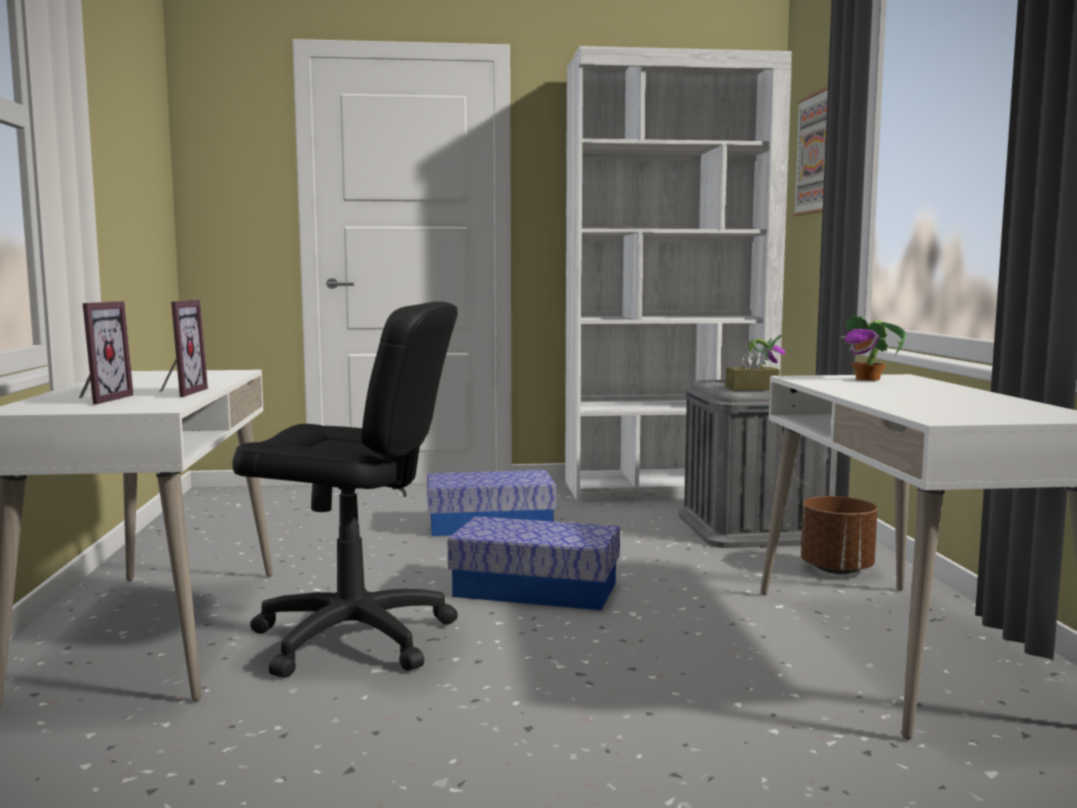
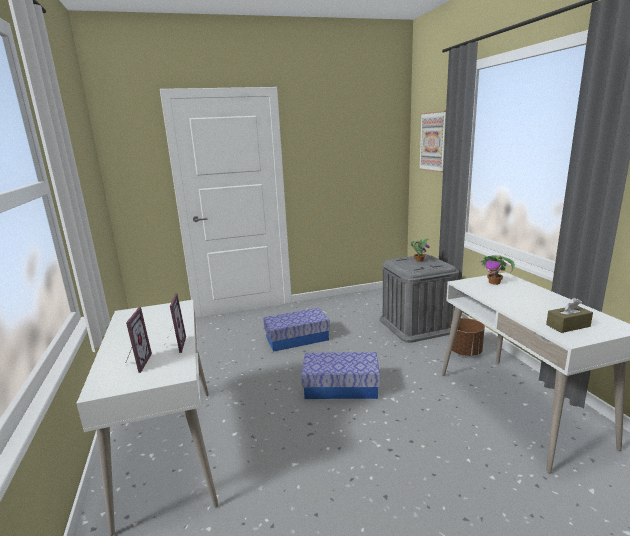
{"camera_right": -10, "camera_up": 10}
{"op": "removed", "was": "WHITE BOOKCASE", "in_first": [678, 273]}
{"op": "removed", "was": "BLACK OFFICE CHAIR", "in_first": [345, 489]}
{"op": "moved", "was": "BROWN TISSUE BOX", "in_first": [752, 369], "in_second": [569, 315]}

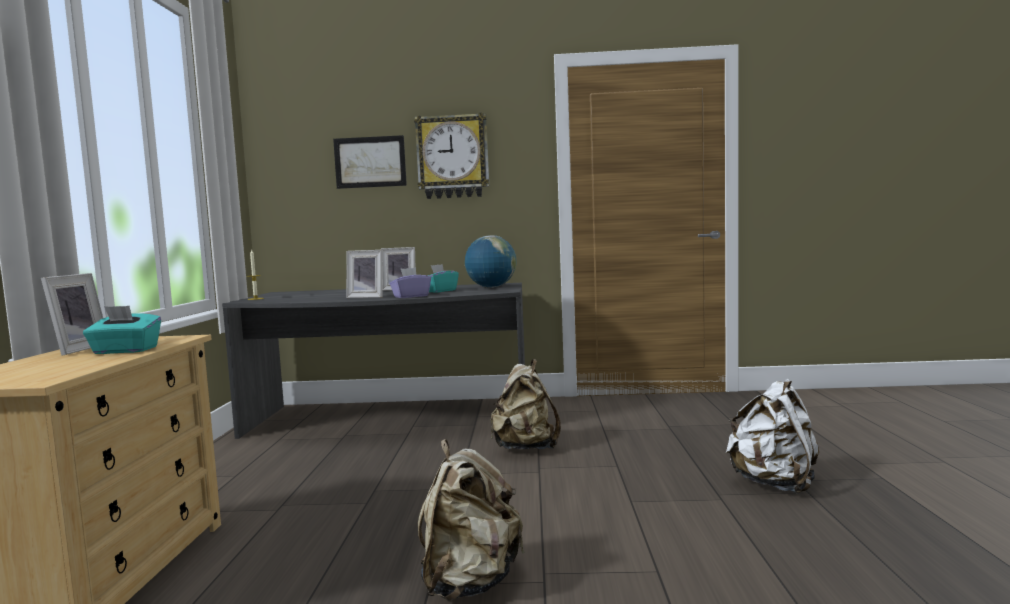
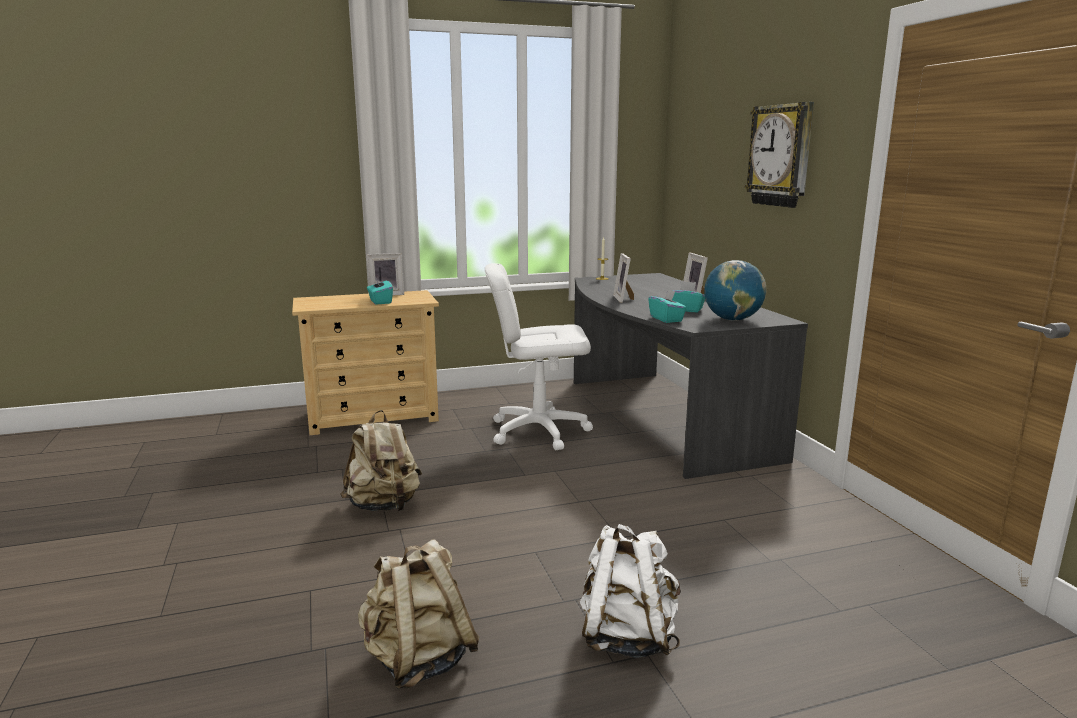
{"camera_right": 70, "camera_up": 10}
{"op": "removed", "was": "PICTURE", "in_first": [370, 162]}
{"op": "removed", "was": "PURPLE TISSUE BOX", "in_first": [410, 282]}
{"op": "moved", "was": "BEIGE BACKPACK", "in_first": [526, 404], "in_second": [418, 614]}
{"op": "added", "now": "WHITE OFFICE CHAIR", "in_second": [539, 356]}
{"op": "added", "now": "TURQUOISE TISSUE BOX", "in_second": [667, 306]}

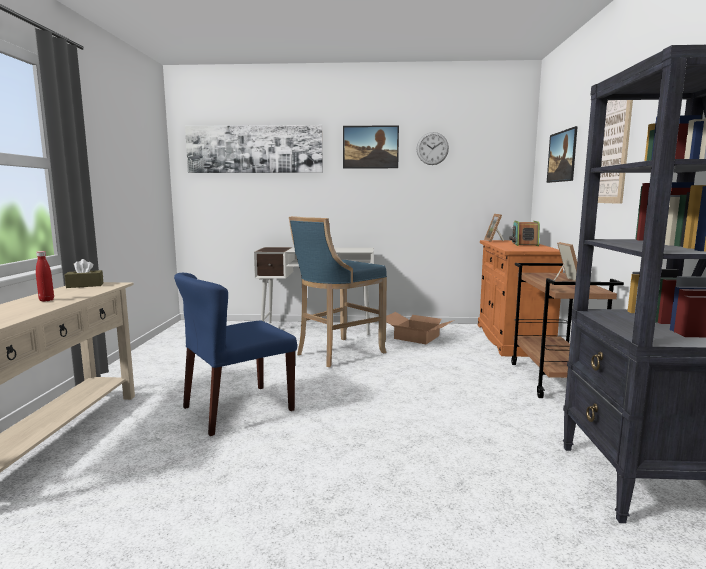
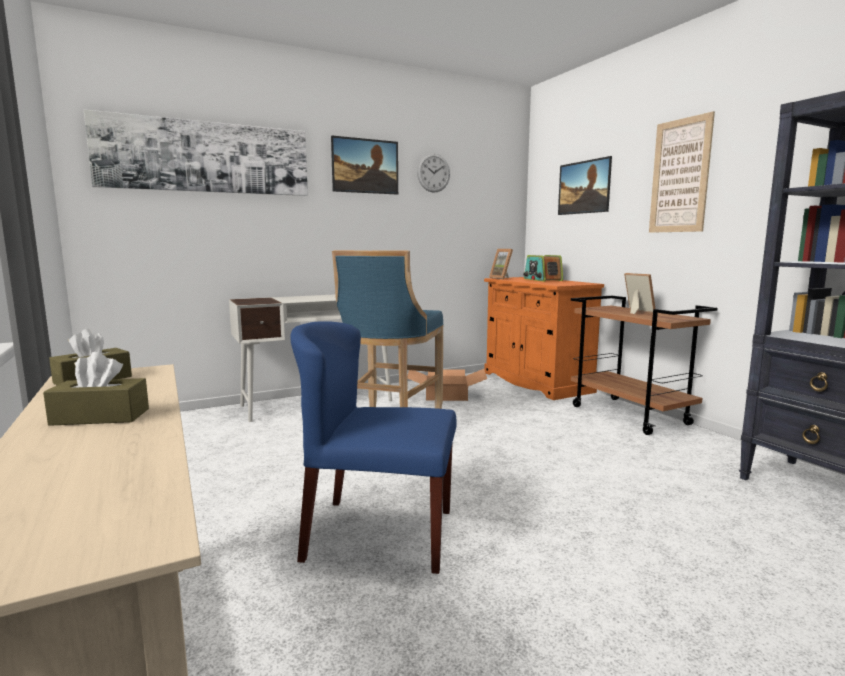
{"camera_right": -30, "camera_up": 0}
{"op": "replaced", "was": "RED BOTTLE", "now": "BROWN TISSUE BOX", "in_first": [45, 276], "in_second": [96, 389]}
{"op": "turned", "was": "BLUE CHAIR", "in_first": [235, 354], "in_second": [373, 447], "clockwise": 75}

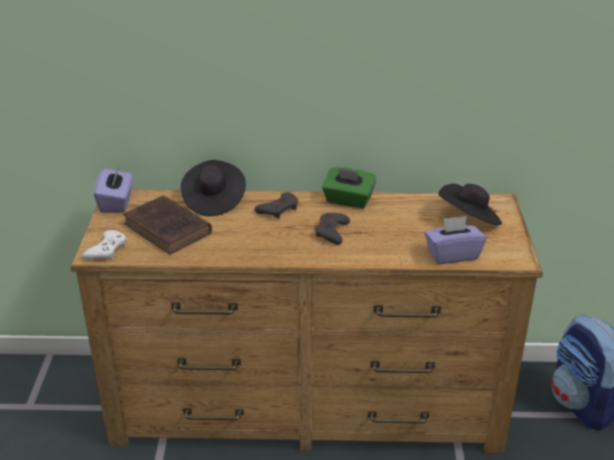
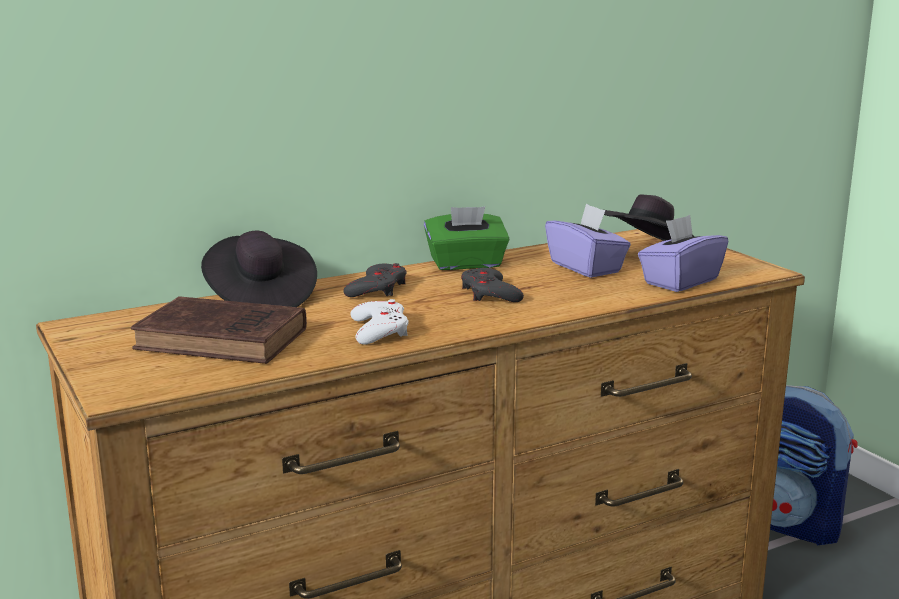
{"camera_right": -30, "camera_up": -15}
{"op": "moved", "was": "PURPLE TISSUE BOX", "in_first": [113, 189], "in_second": [588, 240]}
{"op": "moved", "was": "WHITE GAME CONTROLLER", "in_first": [104, 245], "in_second": [379, 321]}

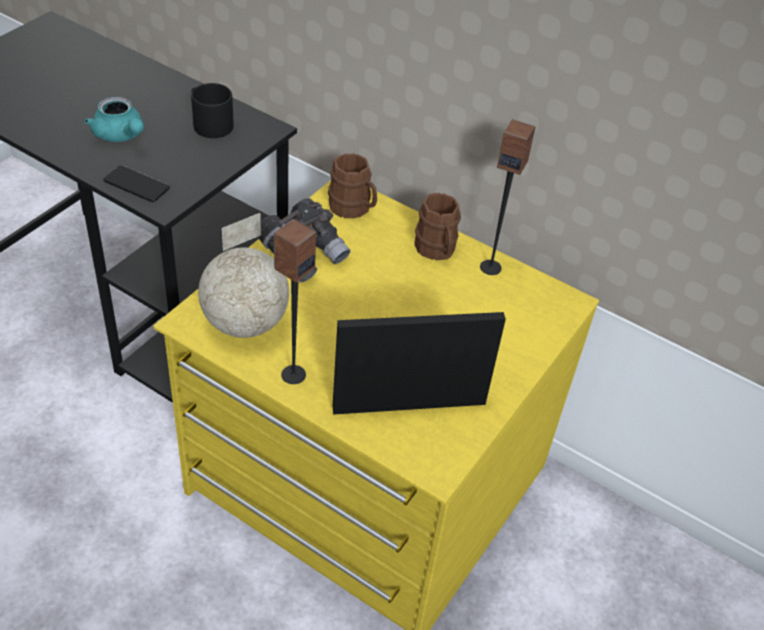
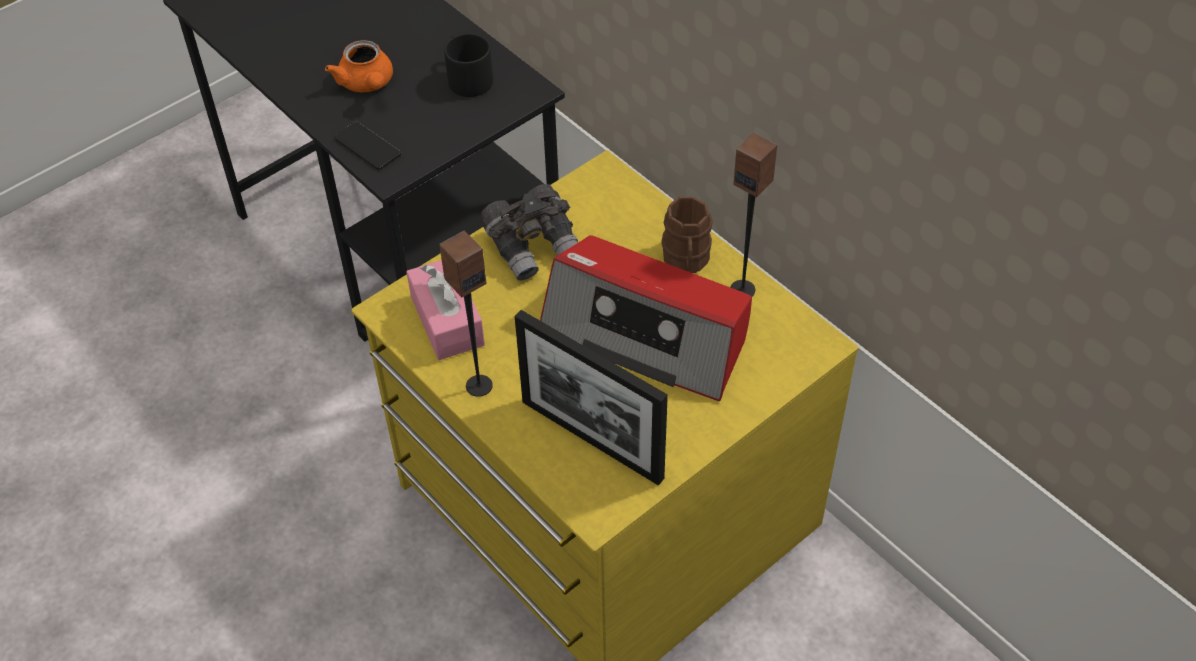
{"camera_right": 20, "camera_up": 5}
{"op": "recoloured", "was": "TURQUOISE TEAPOT", "now": "ORANGE TEAPOT", "in_first": [114, 119], "in_second": [359, 66]}
{"op": "removed", "was": "BROWN MUG", "in_first": [352, 186]}
{"op": "replaced", "was": "GLOBE", "now": "PINK TISSUE BOX", "in_first": [243, 275], "in_second": [445, 310]}
{"op": "turned", "was": "PICTURE FRAME", "in_first": [419, 363], "in_second": [591, 398], "clockwise": -150}
{"op": "added", "now": "RADIO", "in_second": [646, 318]}

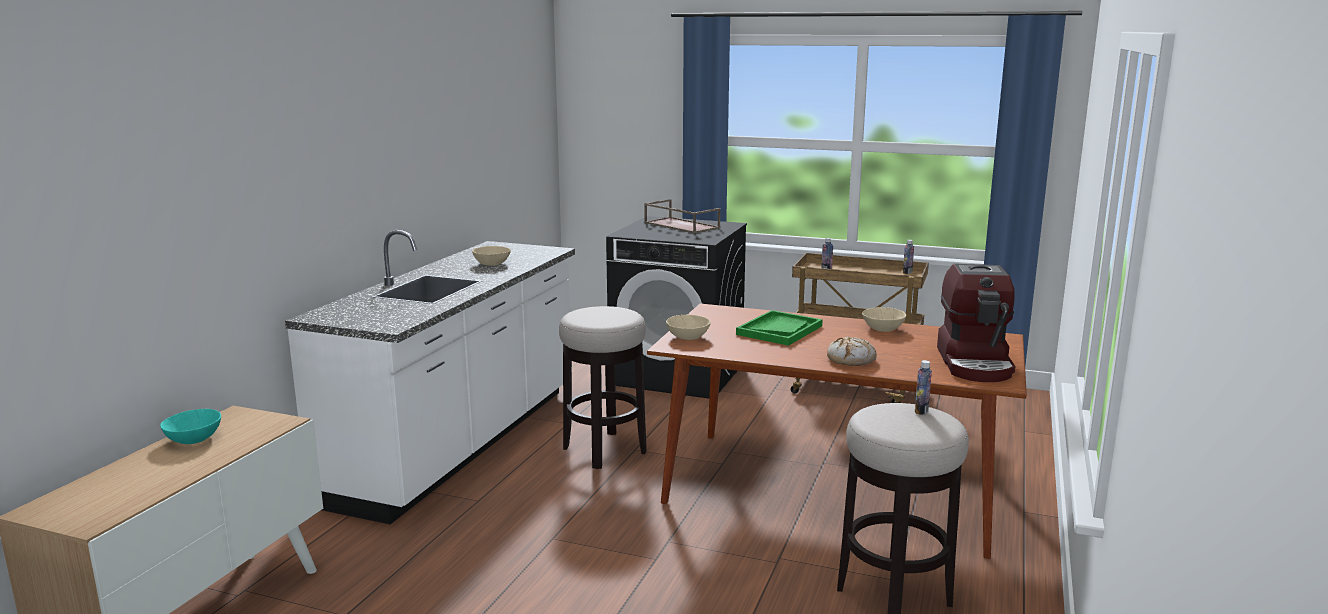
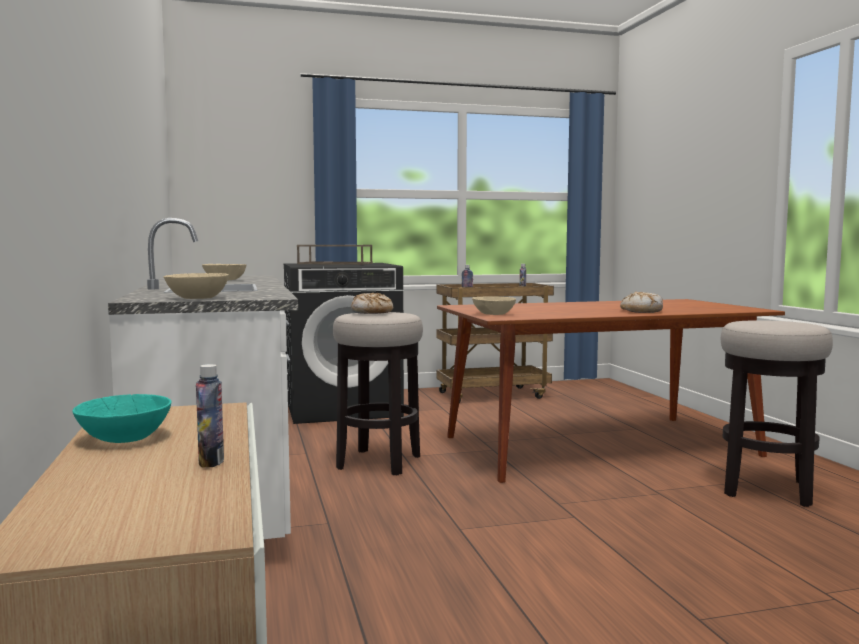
{"camera_right": -35, "camera_up": -10}
{"op": "removed", "was": "COFFEE MACHINE", "in_first": [976, 323]}
{"op": "moved", "was": "BEIGE BOWL", "in_first": [884, 319], "in_second": [196, 286]}
{"op": "removed", "was": "GREEN TRAY", "in_first": [779, 328]}
{"op": "moved", "was": "BOTTLE", "in_first": [923, 387], "in_second": [210, 416]}
{"op": "added", "now": "BREAD", "in_second": [372, 303]}

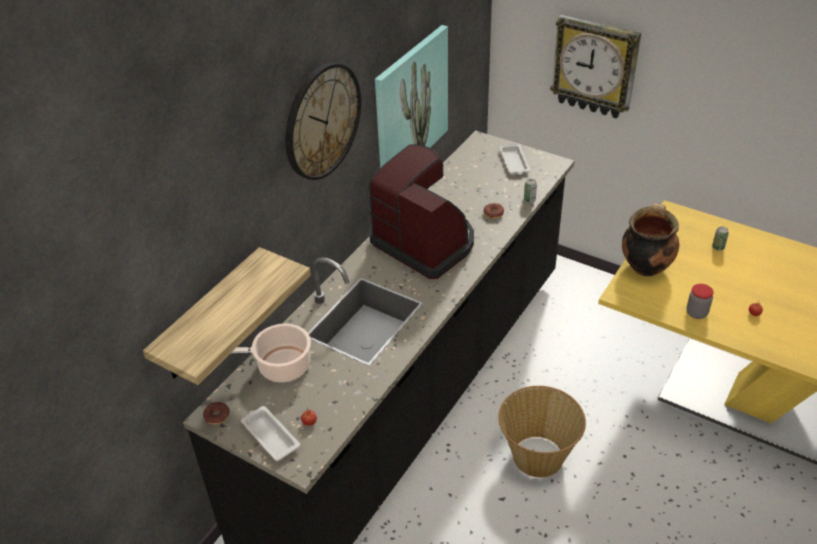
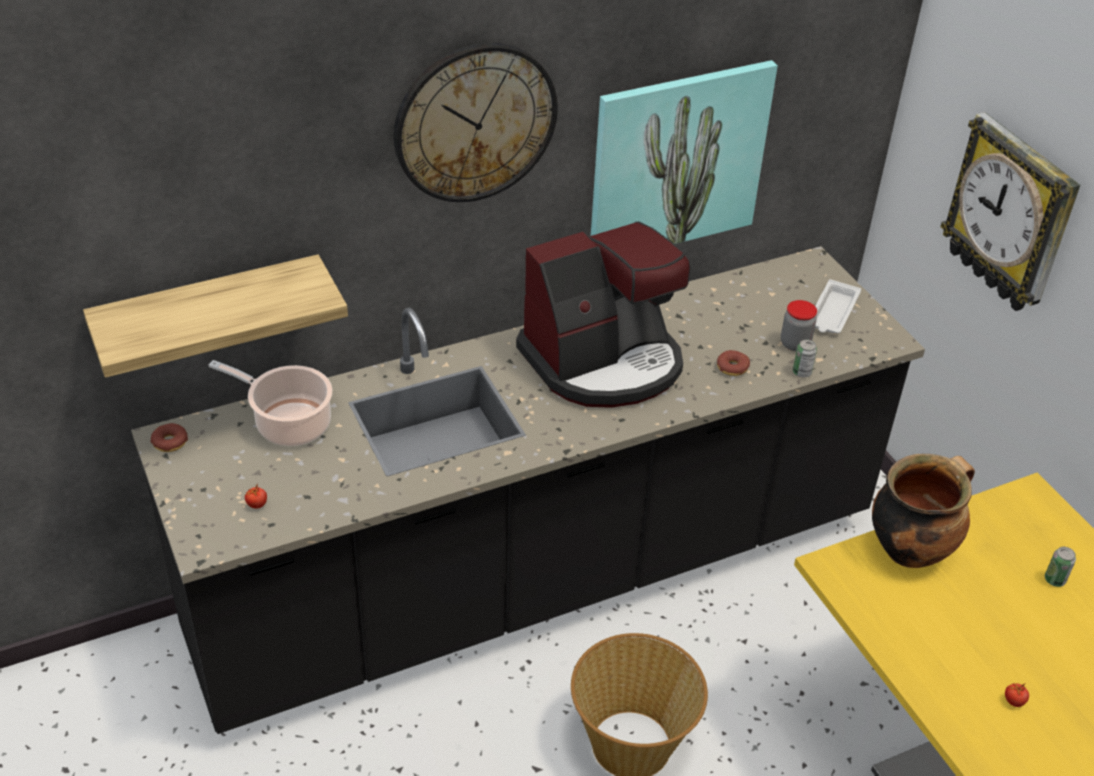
{"camera_right": 30, "camera_up": 0}
{"op": "turned", "was": "COFFEE MACHINE", "in_first": [421, 211], "in_second": [603, 314], "clockwise": 75}
{"op": "moved", "was": "JAR", "in_first": [700, 301], "in_second": [799, 325]}
{"op": "removed", "was": "WHITE TRAY", "in_first": [271, 433]}

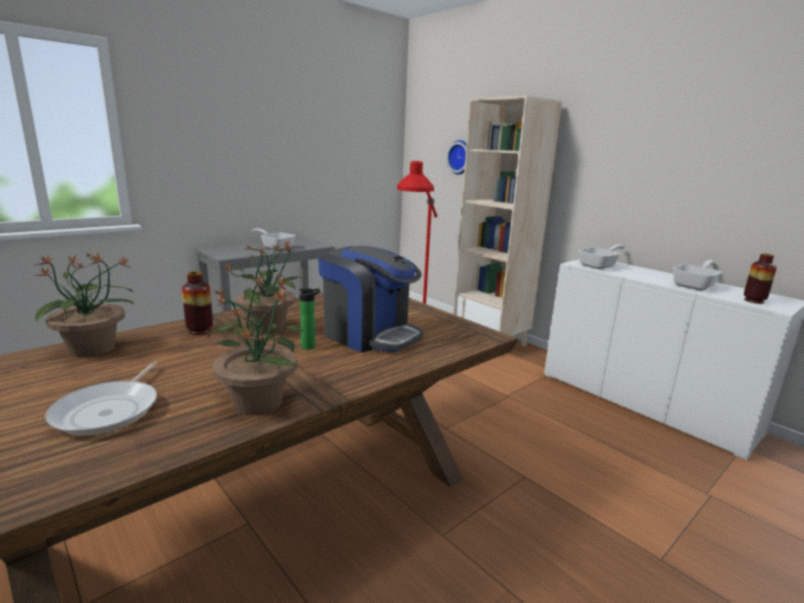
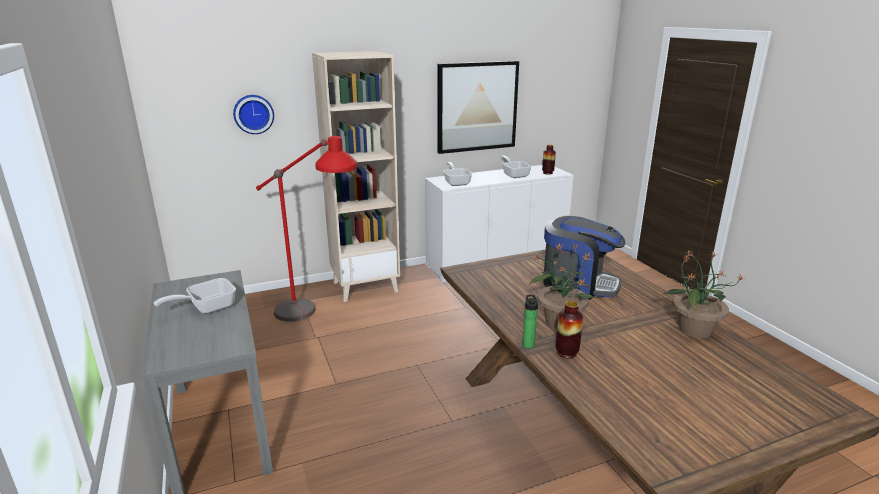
{"camera_right": -70, "camera_up": 5}
{"op": "turned", "was": "COFFEE MACHINE", "in_first": [371, 299], "in_second": [584, 258], "clockwise": 60}
{"op": "removed", "was": "POTTED PLANT", "in_first": [85, 304]}
{"op": "moved", "was": "BOTTLE", "in_first": [309, 319], "in_second": [530, 321]}
{"op": "removed", "was": "FRYING PAN", "in_first": [101, 398]}
{"op": "added", "now": "PICTURE", "in_second": [478, 107]}

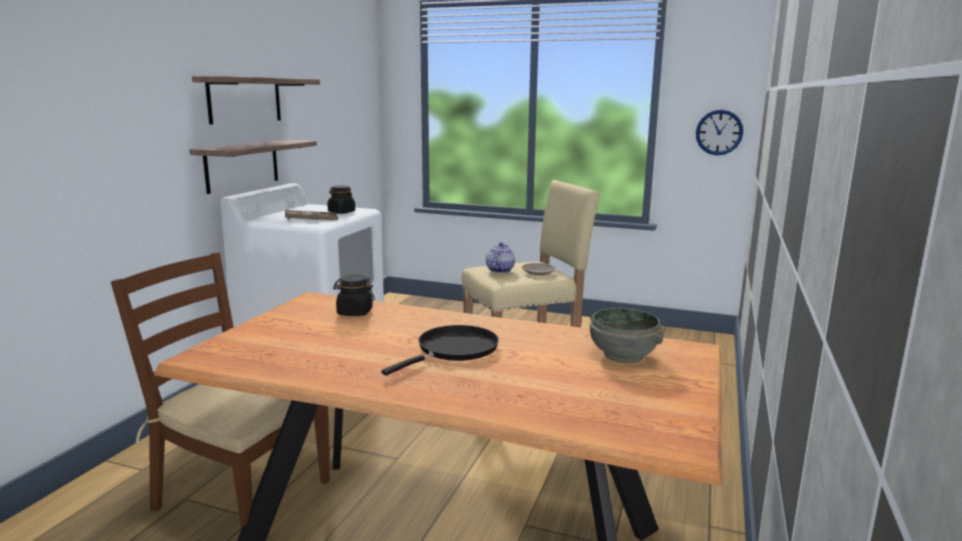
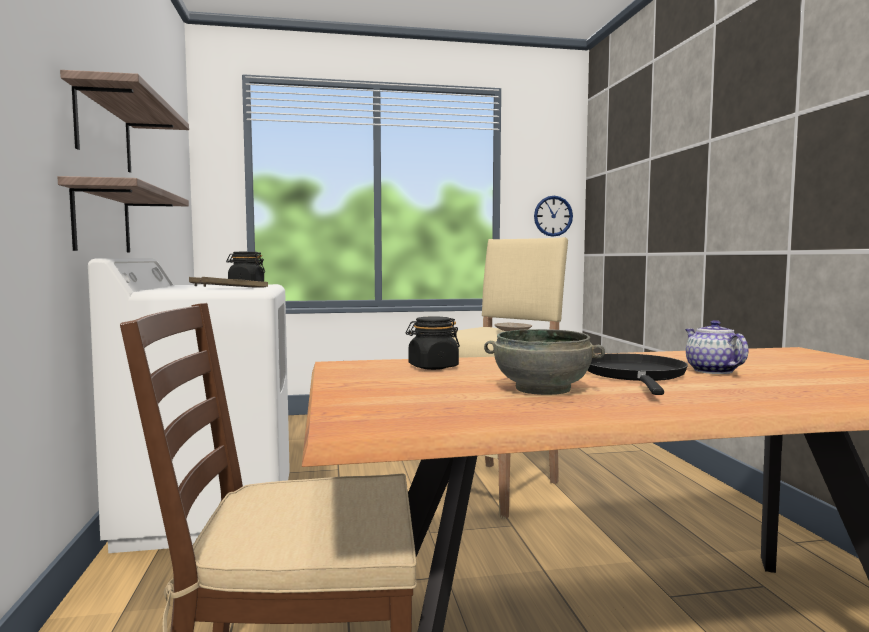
{"camera_right": -30, "camera_up": -10}
{"op": "moved", "was": "TEAPOT", "in_first": [500, 258], "in_second": [717, 347]}
{"op": "moved", "was": "GREY BOWL", "in_first": [626, 335], "in_second": [544, 362]}

